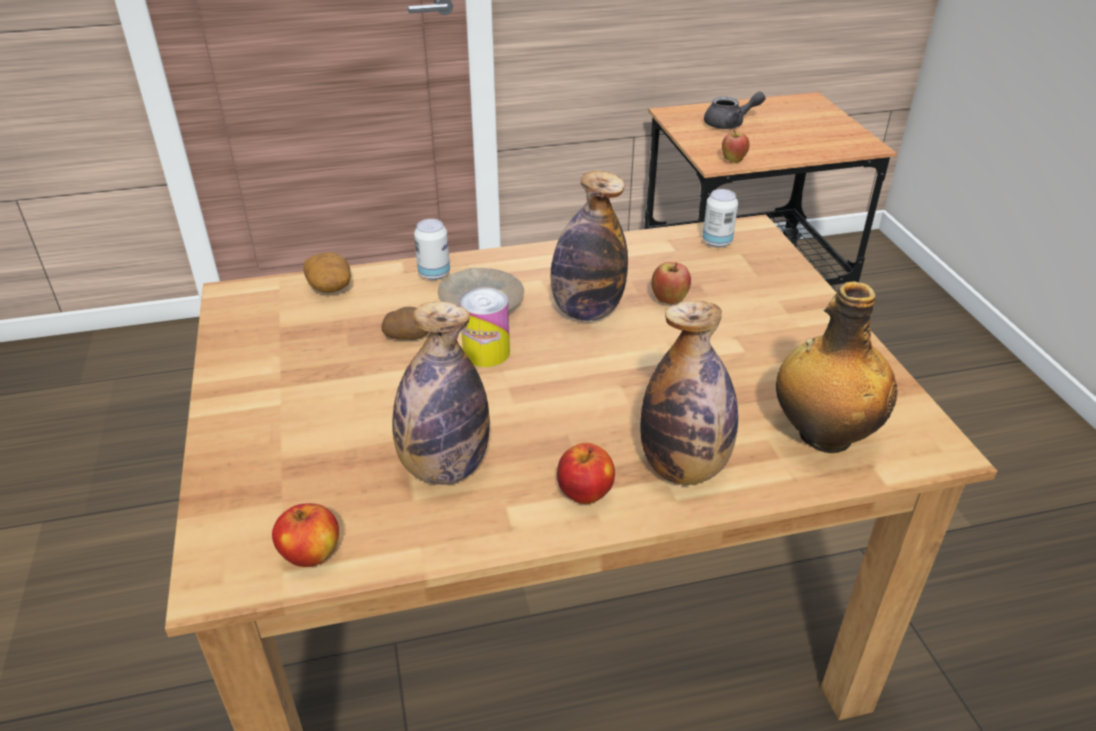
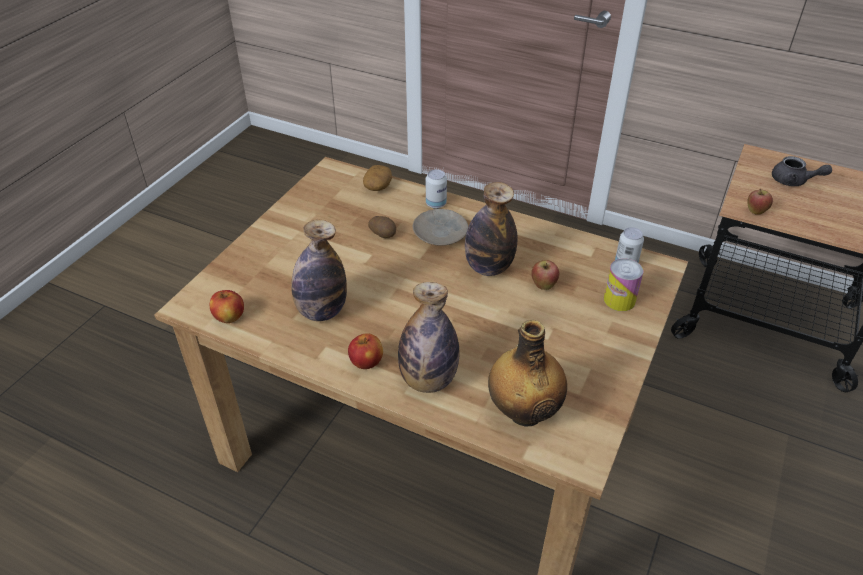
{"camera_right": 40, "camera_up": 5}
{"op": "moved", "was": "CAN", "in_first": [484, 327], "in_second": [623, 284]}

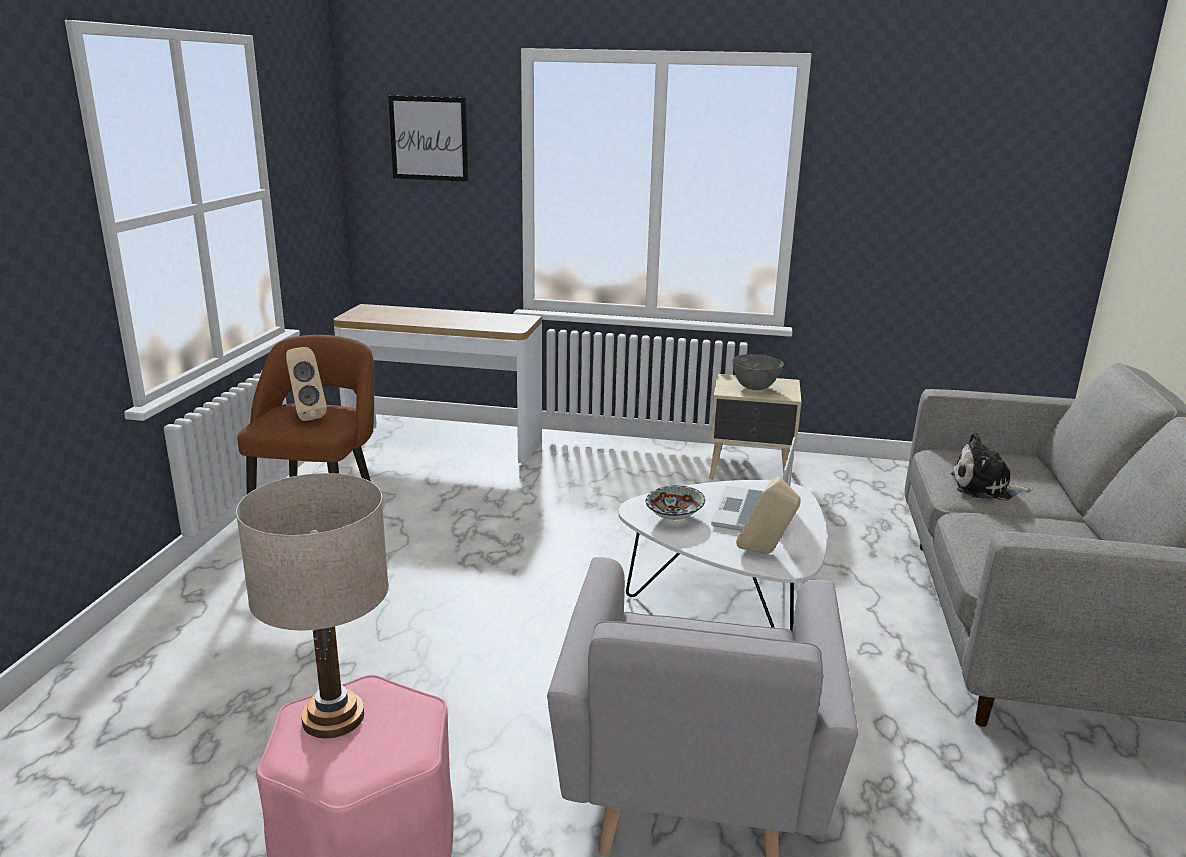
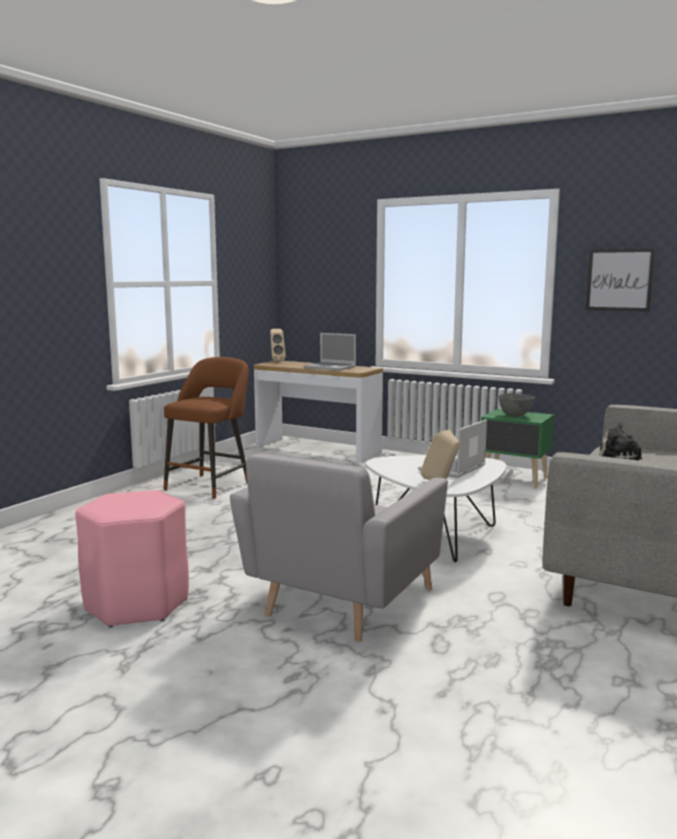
{"camera_right": 20, "camera_up": -10}
{"op": "moved", "was": "PICTURE", "in_first": [428, 139], "in_second": [620, 280]}
{"op": "moved", "was": "BEIGE SPEAKER", "in_first": [306, 384], "in_second": [278, 345]}
{"op": "recoloured", "was": "BEIGE NIGHTSTAND", "now": "GREEN NIGHTSTAND", "in_first": [755, 426], "in_second": [517, 448]}
{"op": "removed", "was": "BEIGE TABLE LAMP", "in_first": [312, 605]}
{"op": "removed", "was": "BOWL", "in_first": [675, 503]}
{"op": "added", "now": "LAPTOP", "in_second": [330, 352]}

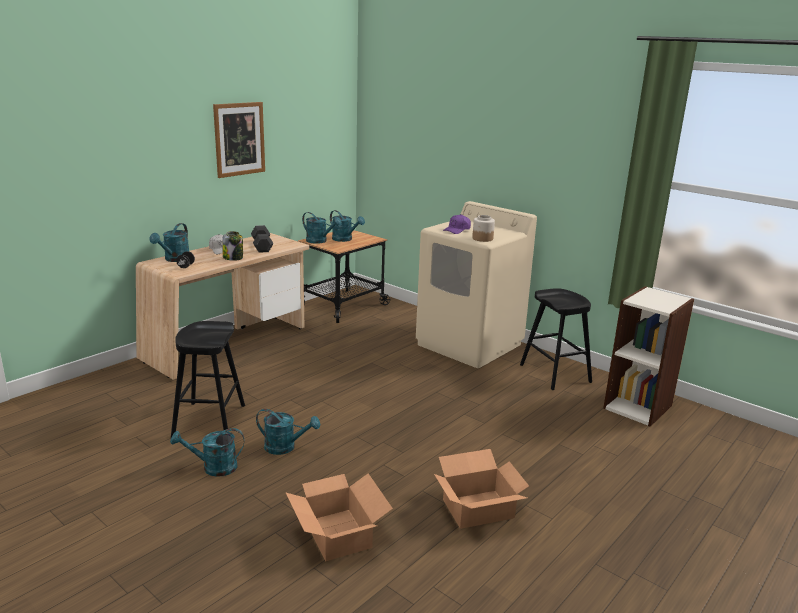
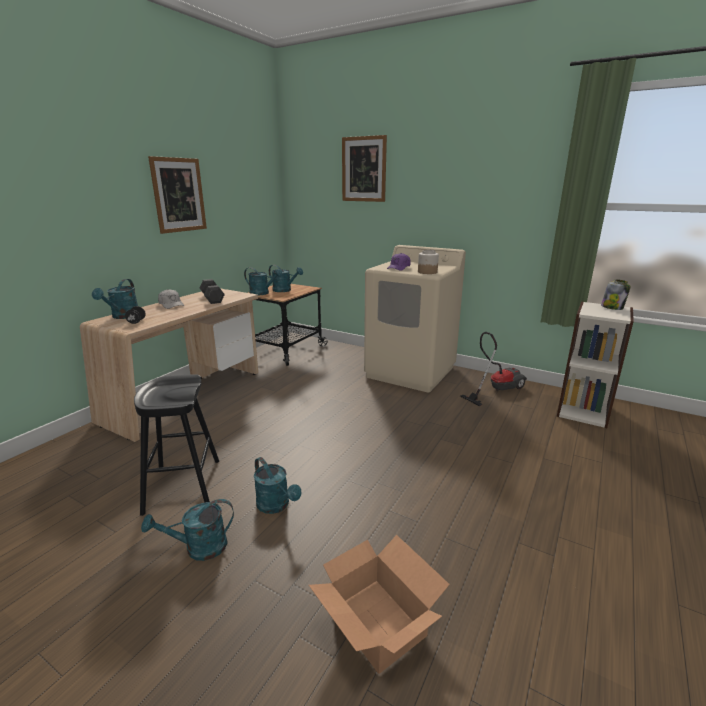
{"camera_right": -10, "camera_up": 0}
{"op": "moved", "was": "JAR", "in_first": [232, 246], "in_second": [616, 294]}
{"op": "replaced", "was": "BLACK STOOL", "now": "VACUUM CLEANER", "in_first": [556, 339], "in_second": [493, 369]}
{"op": "turned", "was": "TURQUOISE WATERING CAN", "in_first": [288, 432], "in_second": [277, 485], "clockwise": 45}
{"op": "removed", "was": "CARDBOARD BOX", "in_first": [481, 489]}
{"op": "added", "now": "PICTURE", "in_second": [364, 168]}

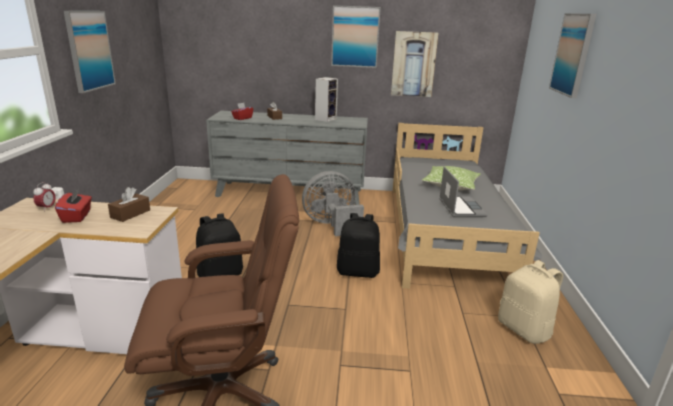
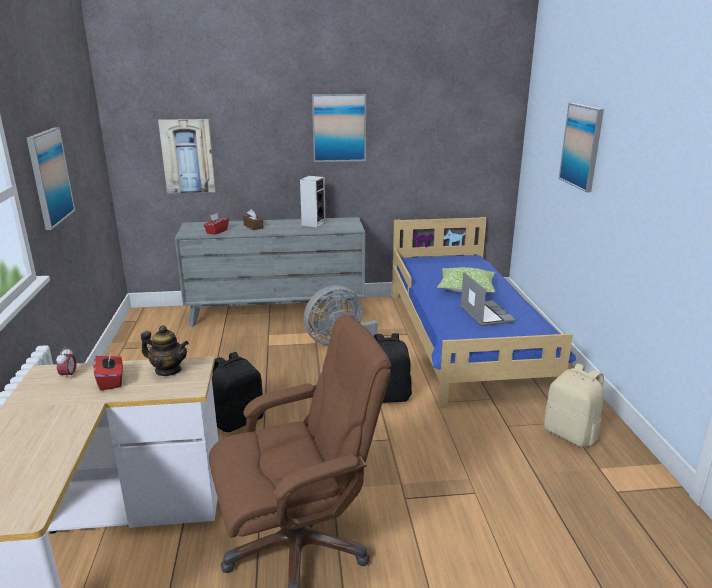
{"camera_right": -10, "camera_up": 0}
{"op": "moved", "was": "PICTURE", "in_first": [414, 64], "in_second": [186, 156]}
{"op": "recoloured", "was": "GREY BED", "now": "BLUE BED", "in_first": [467, 206], "in_second": [484, 313]}
{"op": "replaced", "was": "BROWN TISSUE BOX", "now": "TEAPOT", "in_first": [129, 204], "in_second": [165, 350]}

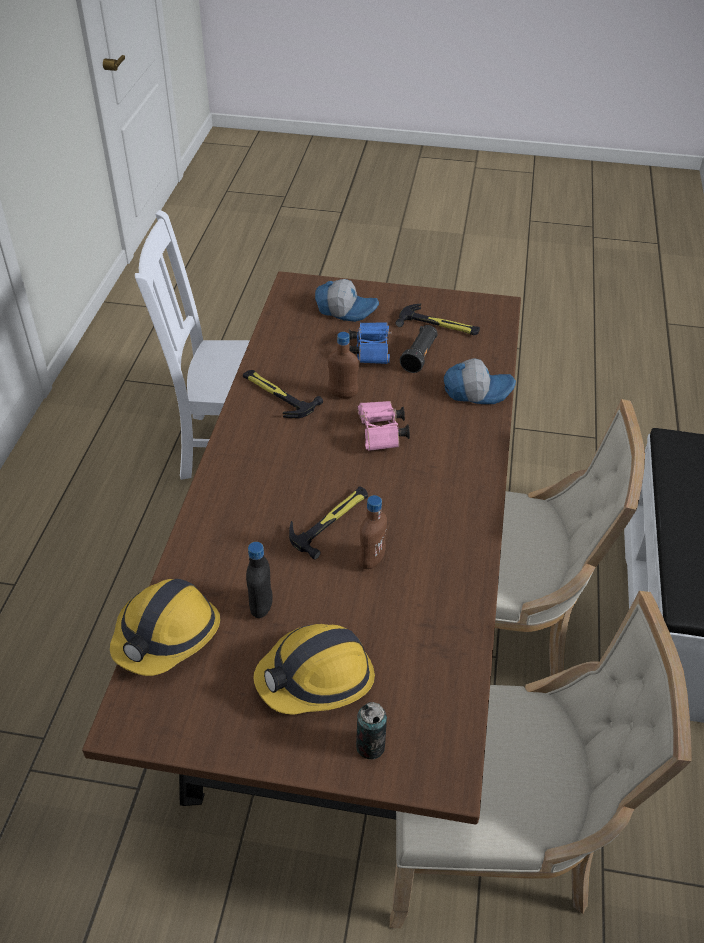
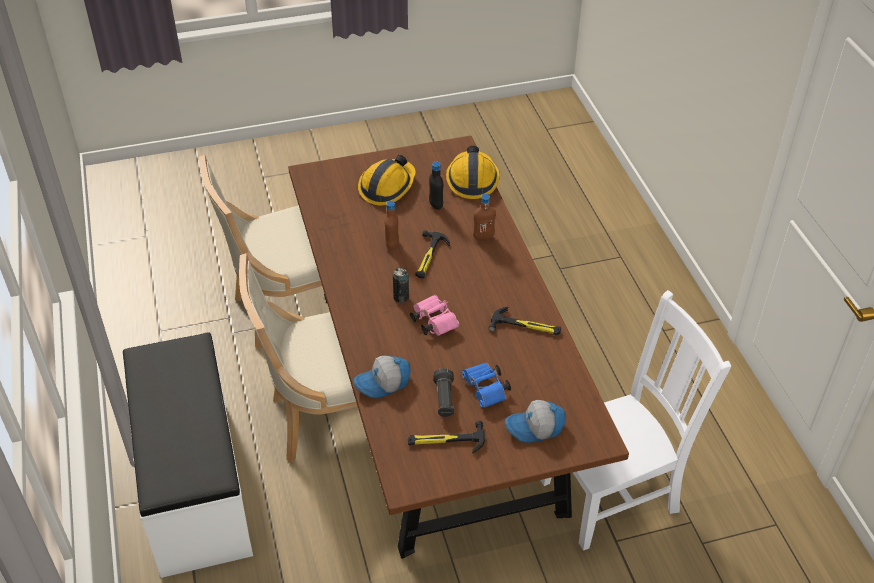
{"camera_right": 155, "camera_up": 0}
{"op": "moved", "was": "BROWN BOTTLE", "in_first": [343, 365], "in_second": [484, 217]}
{"op": "moved", "was": "CAN", "in_first": [371, 731], "in_second": [401, 285]}

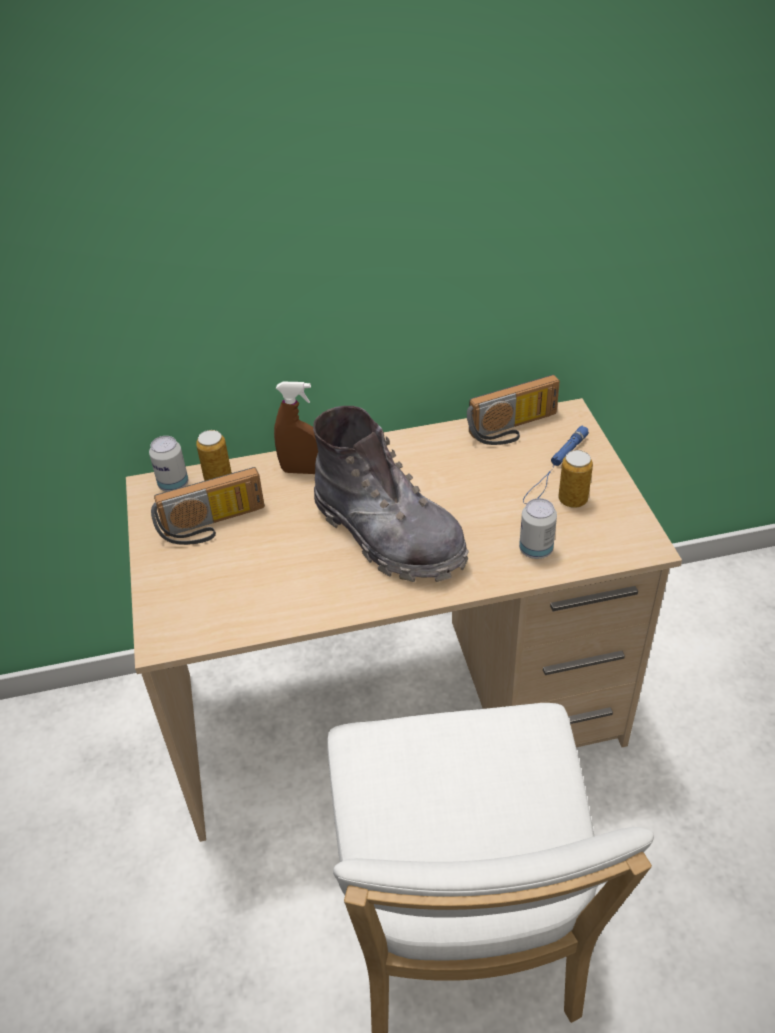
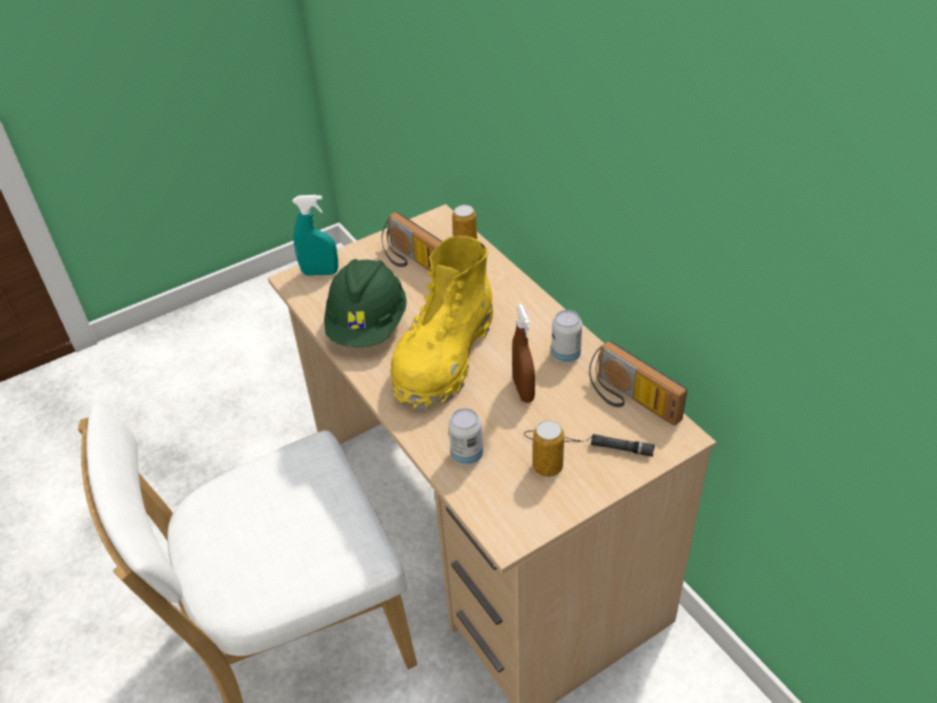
{"camera_right": 70, "camera_up": 0}
{"op": "moved", "was": "BROWN SPRAY BOTTLE", "in_first": [296, 428], "in_second": [523, 353]}
{"op": "recoloured", "was": "GREY BOOT", "now": "YELLOW BOOT", "in_first": [391, 494], "in_second": [441, 323]}
{"op": "recoloured", "was": "BLUE FLASHLIGHT", "now": "BLACK FLASHLIGHT", "in_first": [556, 464], "in_second": [589, 444]}
{"op": "moved", "was": "CAN", "in_first": [168, 464], "in_second": [566, 336]}
{"op": "added", "now": "TURQUOISE SPRAY BOTTLE", "in_second": [315, 235]}
{"op": "added", "now": "GREEN HARD HAT", "in_second": [365, 303]}

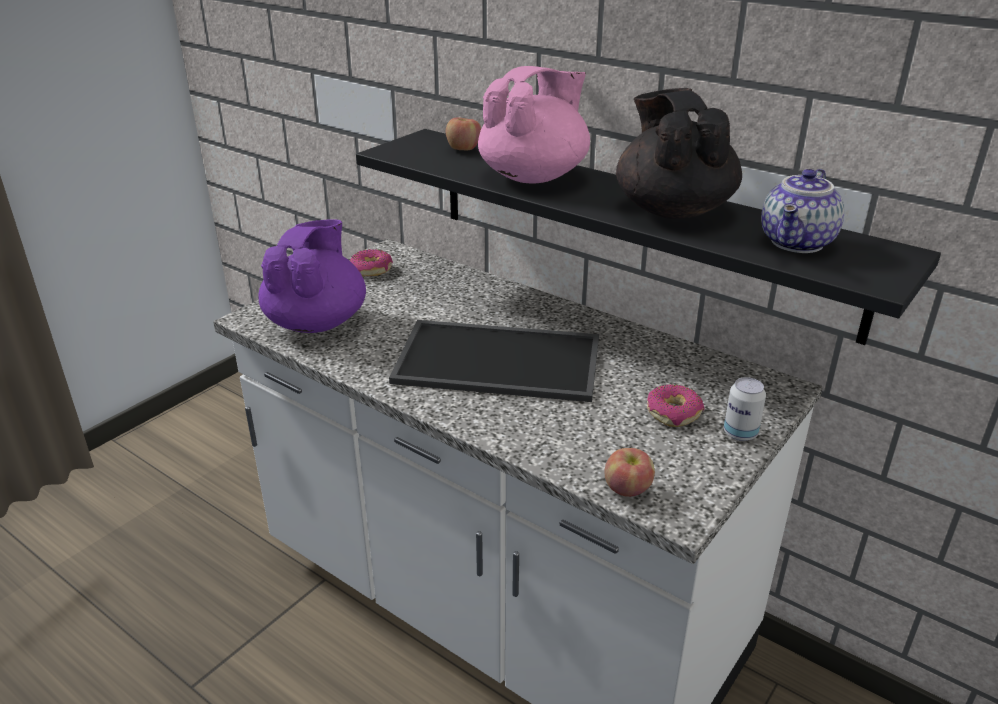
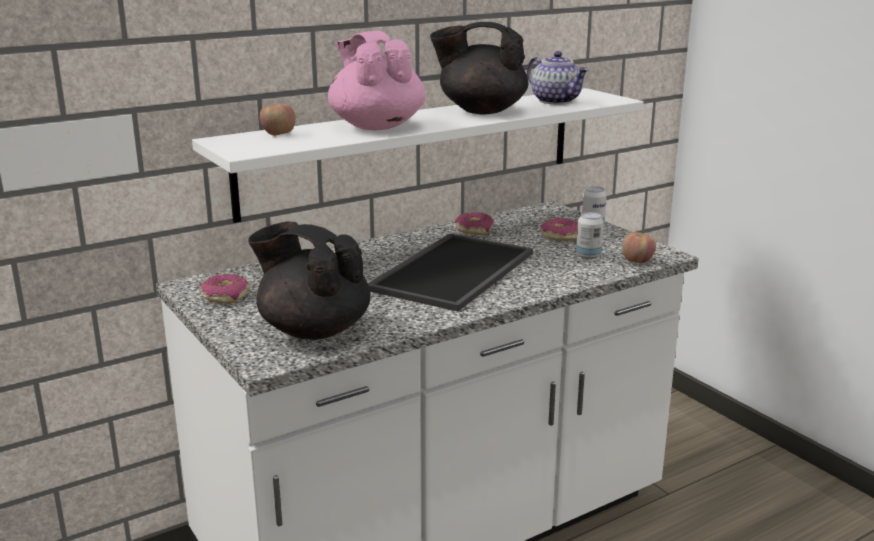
{"camera_right": -70, "camera_up": -10}
{"op": "recoloured", "was": "BLACK SHELF", "now": "WHITE SHELF", "in_first": [648, 237], "in_second": [418, 155]}
{"op": "recoloured", "was": "PURPLE TEAPOT", "now": "BLACK TEAPOT", "in_first": [312, 276], "in_second": [309, 281]}
{"op": "added", "now": "DONUT", "in_second": [474, 223]}
{"op": "added", "now": "CAN", "in_second": [589, 235]}

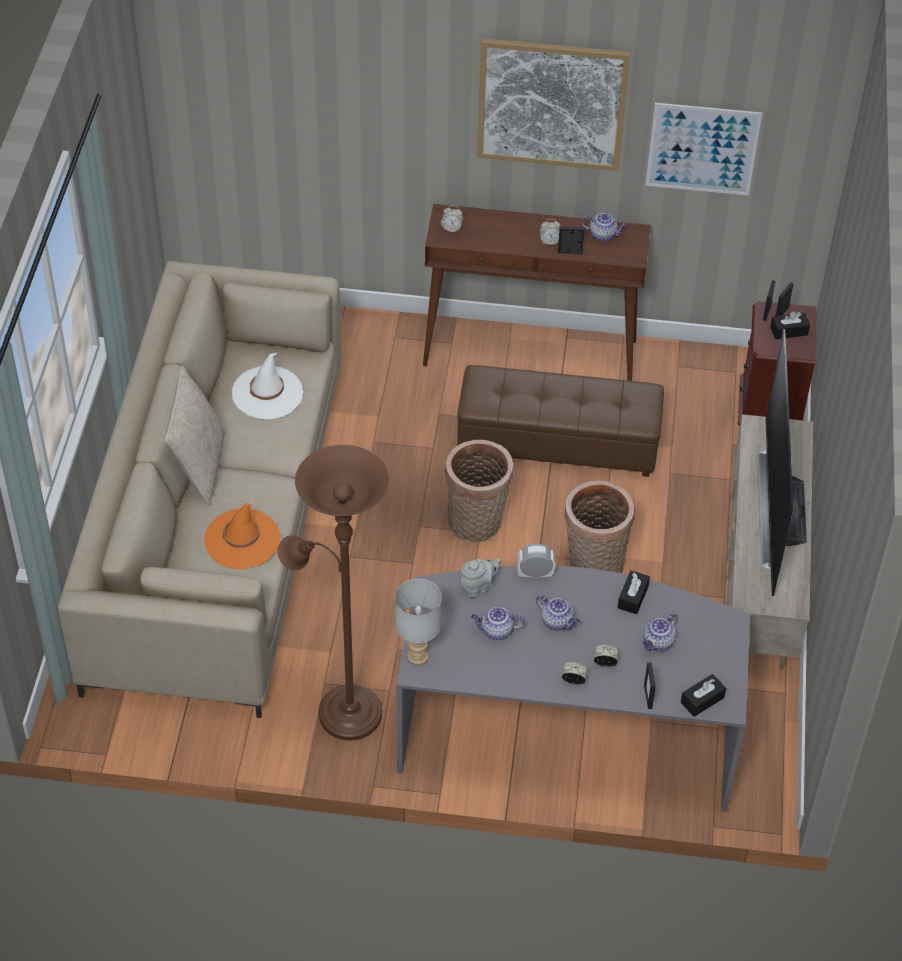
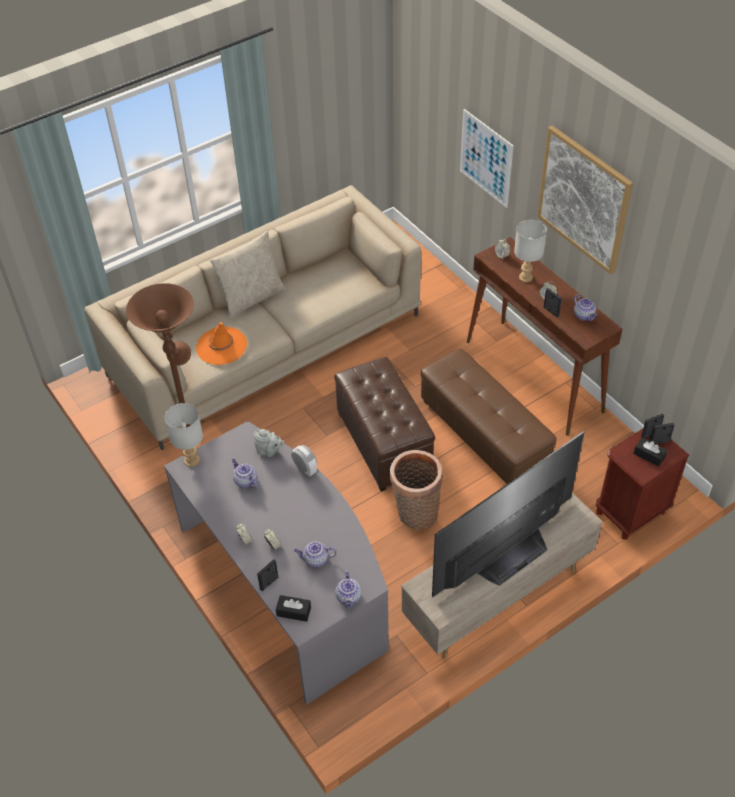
{"camera_right": 50, "camera_up": 0}
{"op": "moved", "was": "PICTURE", "in_first": [703, 149], "in_second": [487, 158]}
{"op": "removed", "was": "WHITE HAT", "in_first": [267, 386]}
{"op": "replaced", "was": "BASKET", "now": "BROWN OTTOMAN", "in_first": [479, 491], "in_second": [384, 424]}
{"op": "removed", "was": "BLACK TISSUE BOX", "in_first": [634, 592]}
{"op": "moved", "was": "TEAPOT", "in_first": [558, 613], "in_second": [348, 589]}
{"op": "added", "now": "GREY TABLE LAMP", "in_second": [530, 251]}

